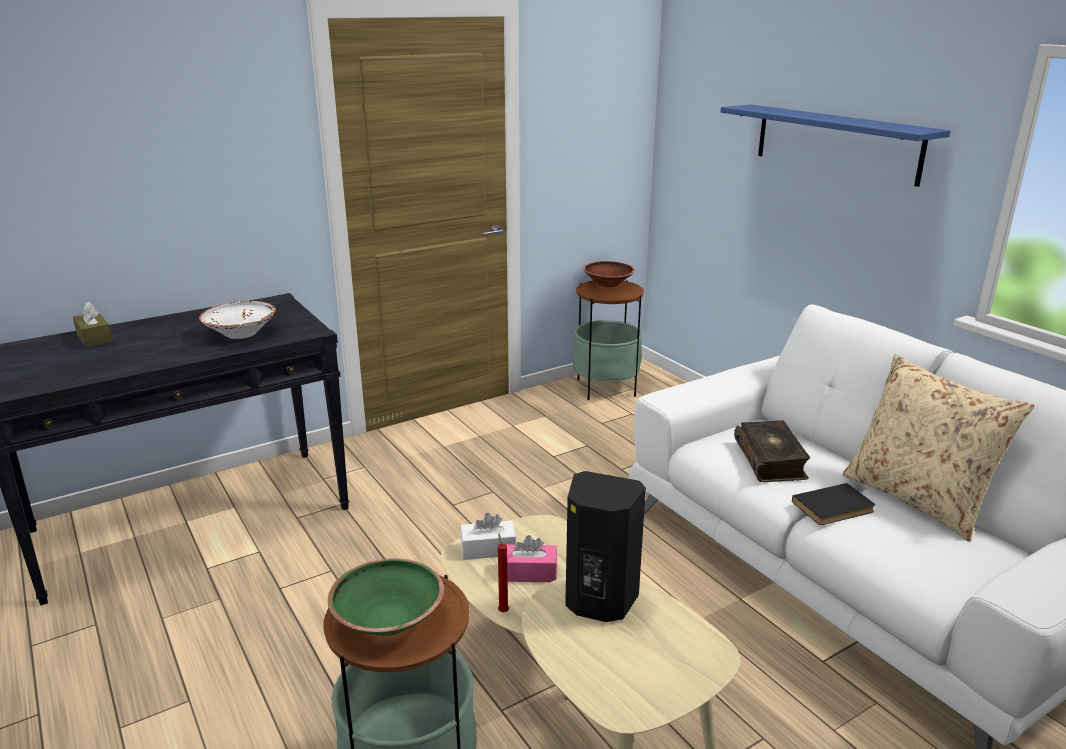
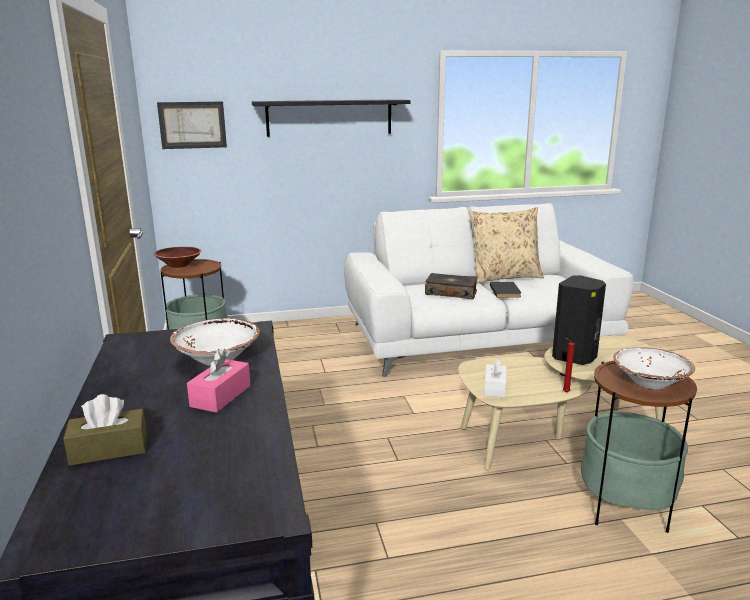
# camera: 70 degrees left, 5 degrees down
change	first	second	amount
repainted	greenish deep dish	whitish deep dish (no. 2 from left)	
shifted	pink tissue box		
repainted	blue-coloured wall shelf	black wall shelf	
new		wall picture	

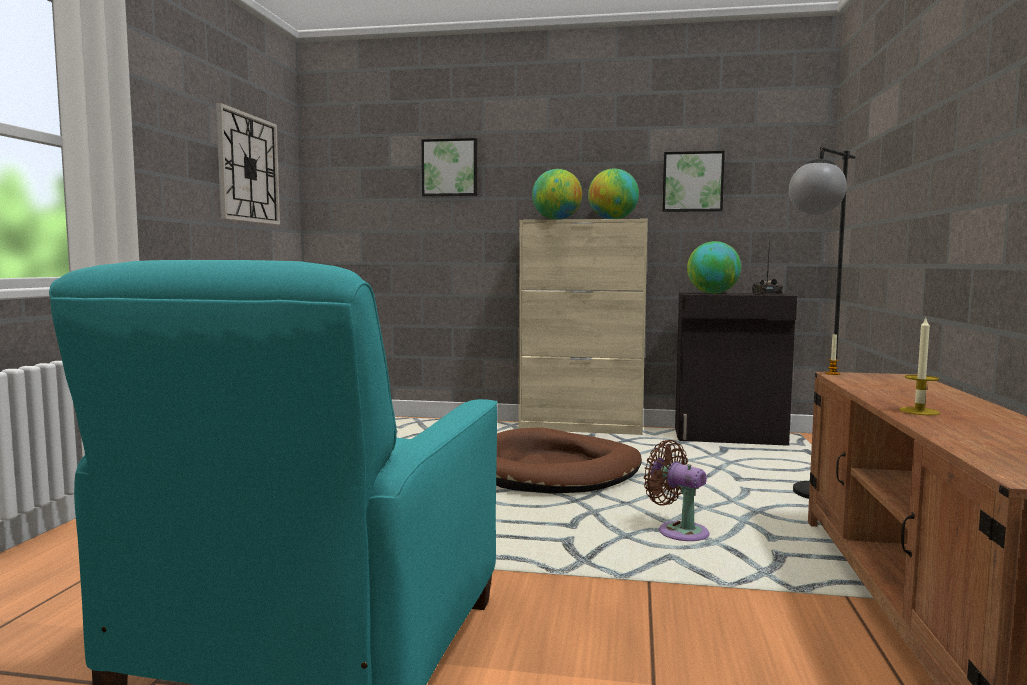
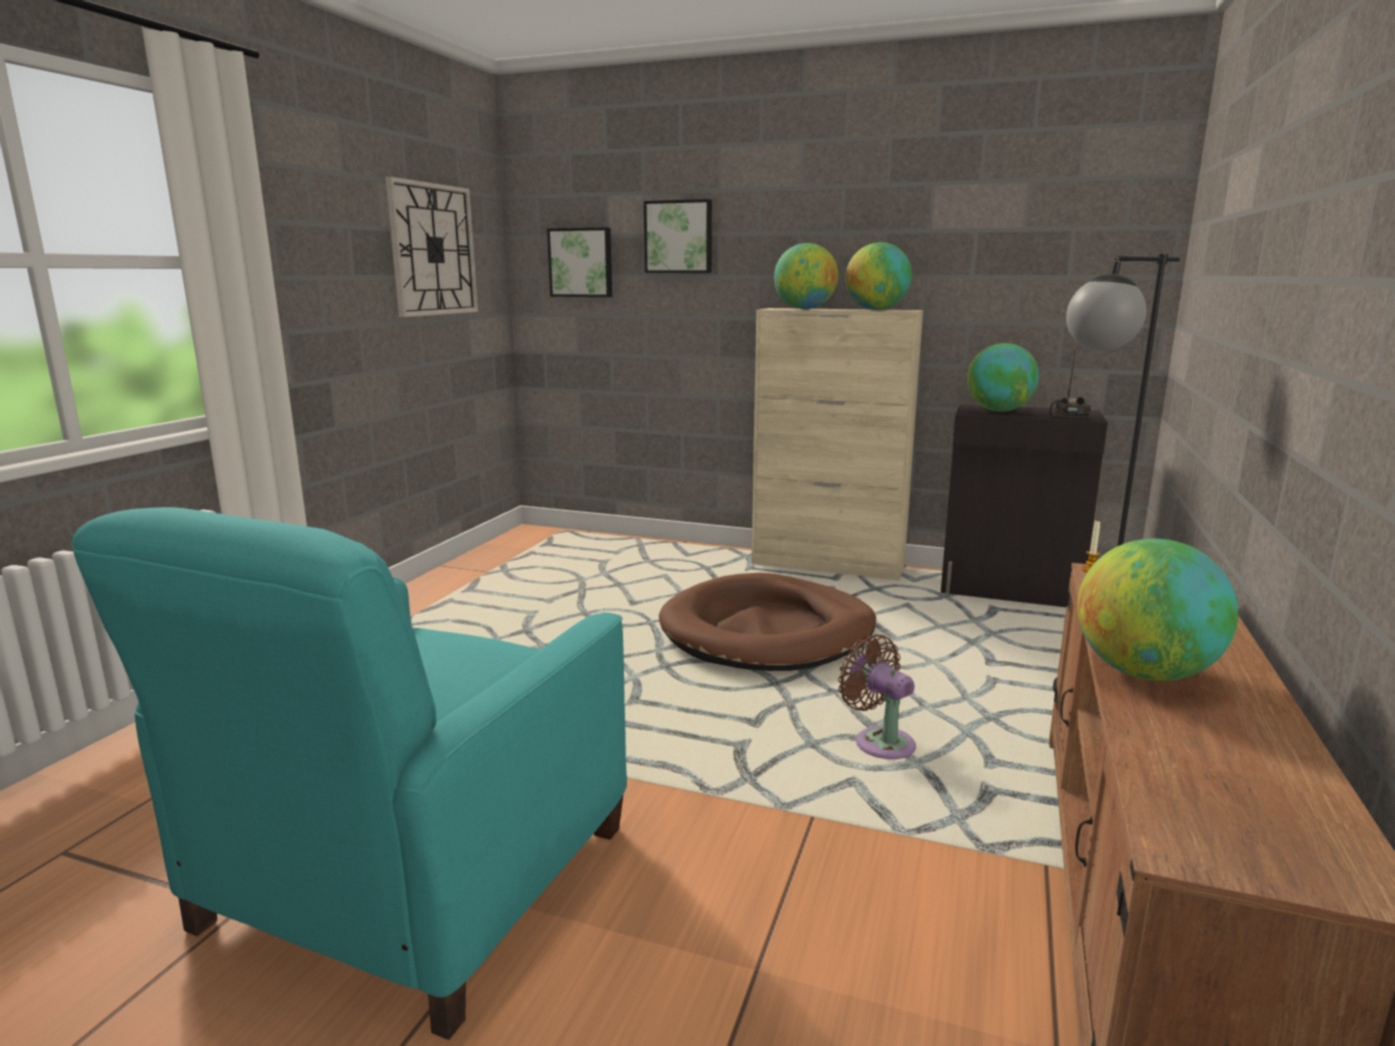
# camera: 10 degrees right, 10 degrees up
change	first	second	amount
shifted	wall picture (no. 2 from left in the first image)	wall picture (no. 1 from left)	
swapped	wax candle (no. 2 from left)	desk globe (no. 4 from left)	

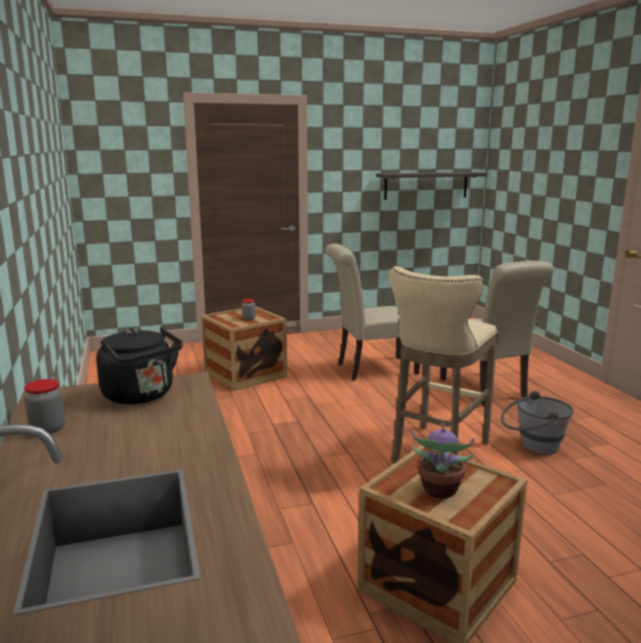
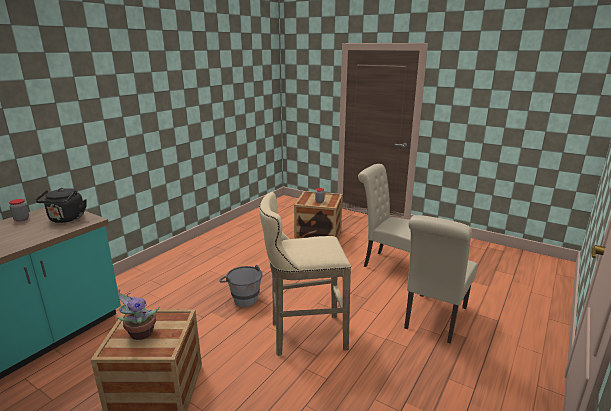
# camera: 50 degrees right, 5 degrees up
change	first	second	amount
gone	wall shelf		
shifted	greyish water bucket		

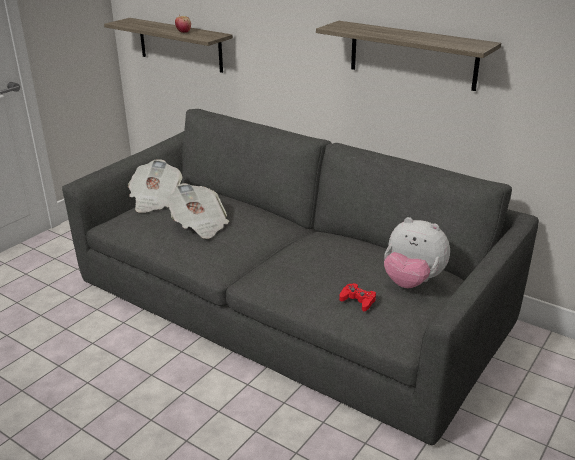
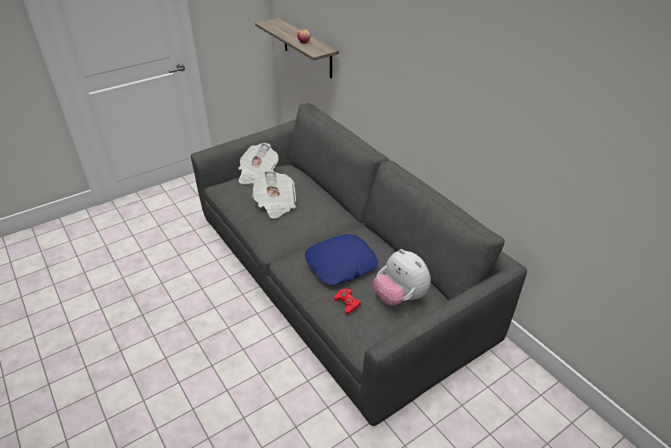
# camera: 20 degrees right, 10 degrees up
change	first	second	amount
gone	wall shelf (no. 2 from left)		
new		blue-coloured pillow	

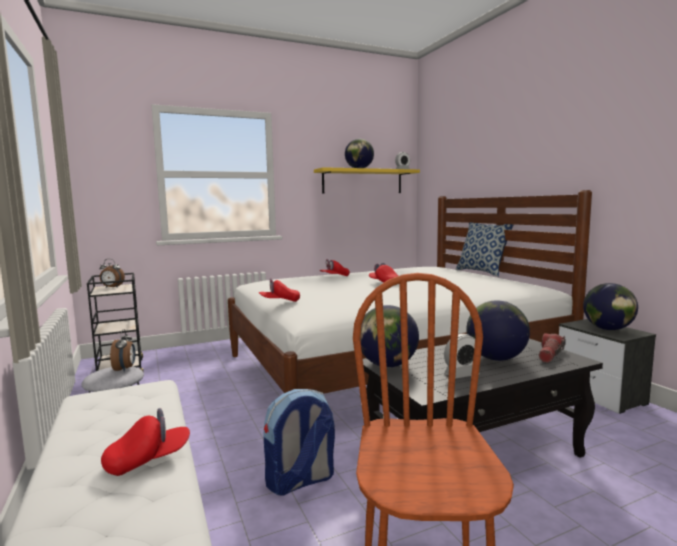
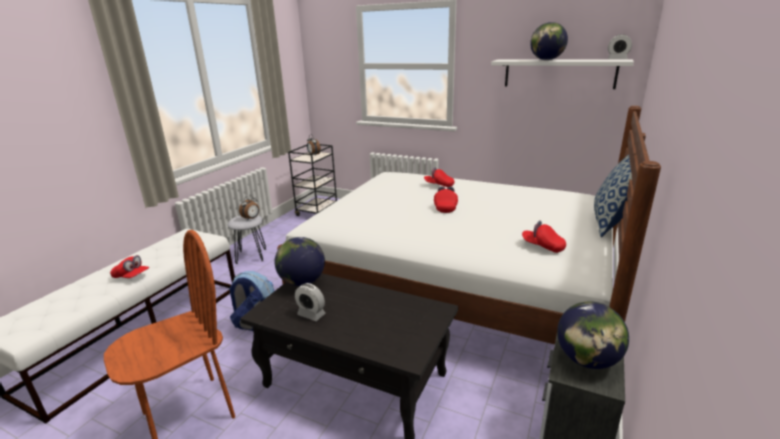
# camera: 50 degrees right, 15 degrees up
change	first	second	amount
shifted	reddish baseball cap (no. 2 from left in the first image)	reddish baseball cap (no. 4 from left)	
repainted	yellowish wall shelf	whitish wall shelf	
gone	desk globe (no. 3 from left)		
gone	hand torch		

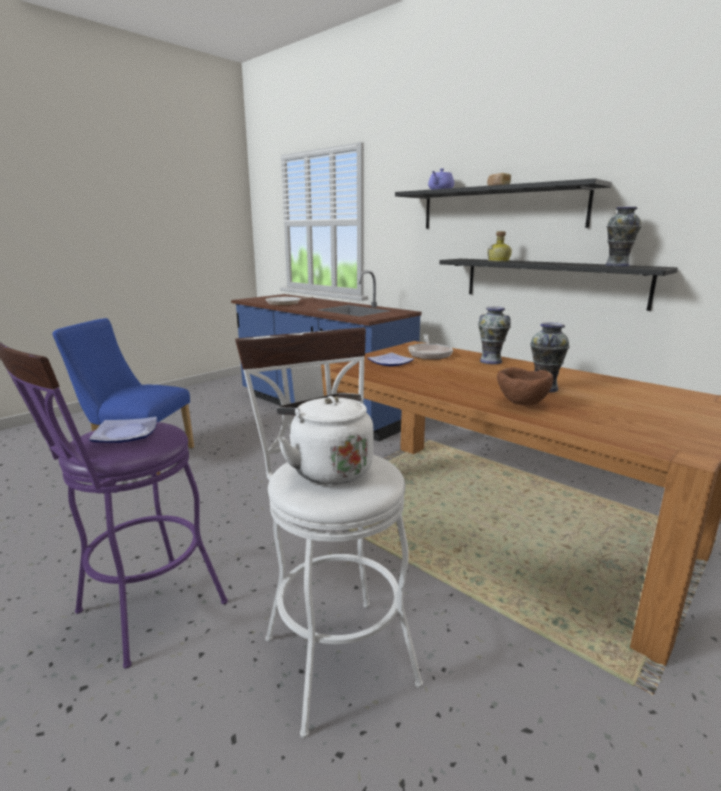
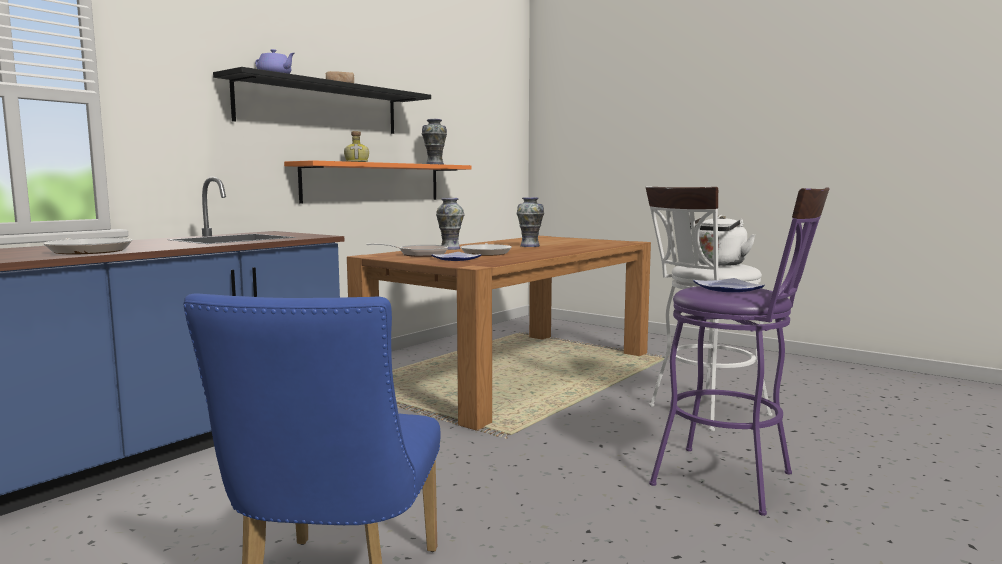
# camera: 95 degrees left, 10 degrees down
change	first	second	amount
repainted	black wall shelf (no. 2 from left)	orange-coloured wall shelf	
gone	brown-coloured deep dish		
new		frying pan (no. 3 from left)	

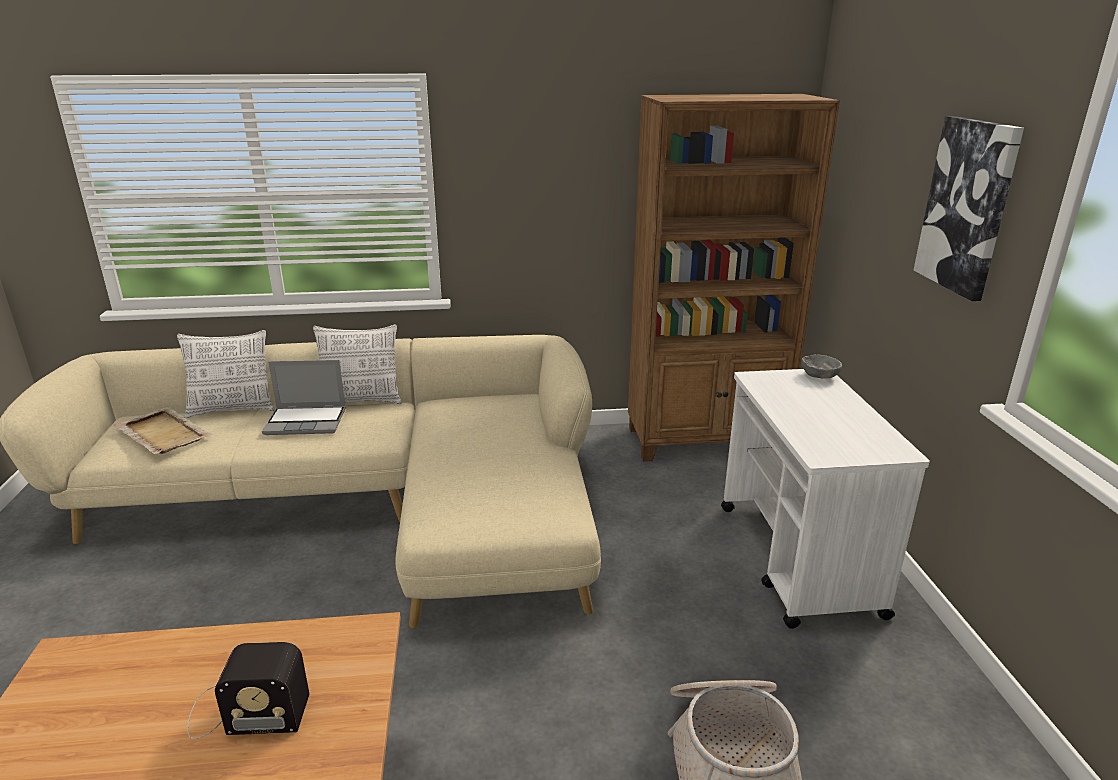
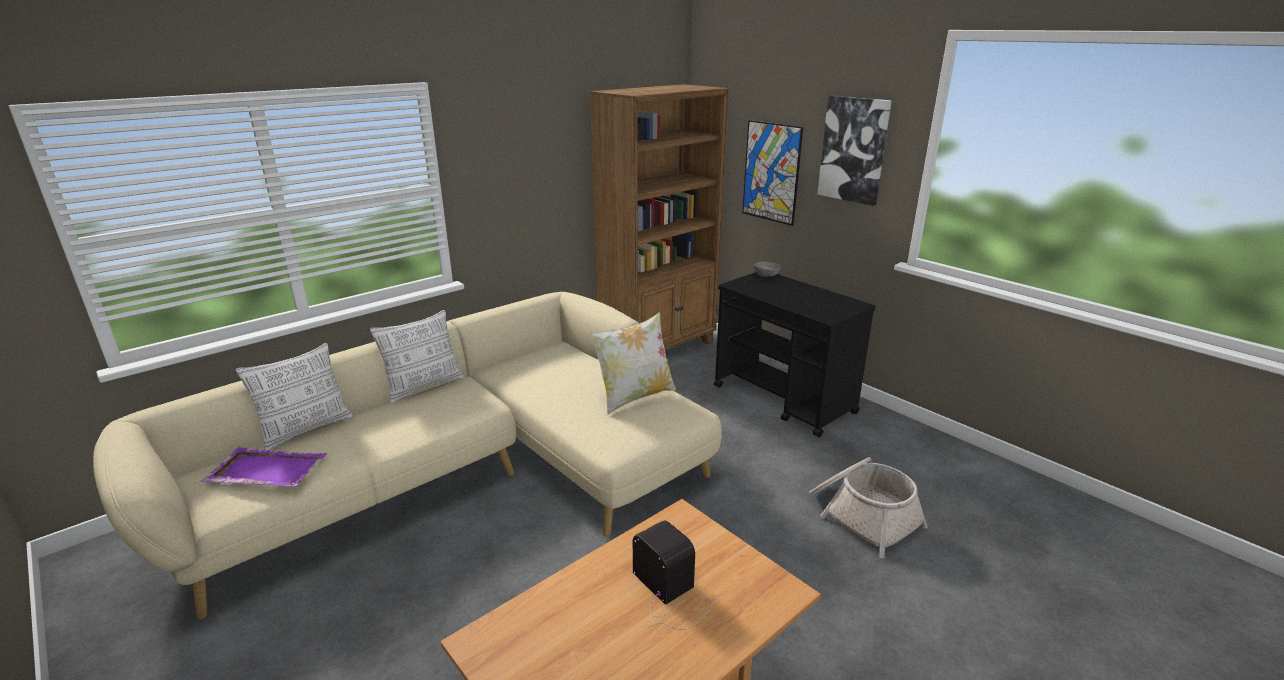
# camera: 35 degrees left, 0 degrees up
change	first	second	amount
repainted	beige-coloured carrying tray	purplish carrying tray	
rotated	radio receiver		90 degrees counterclockwise
gone	laptop		
repainted	whitish cart	black cart	
new		pillow (no. 3 from left)	
new		wall picture (no. 1 from left)	

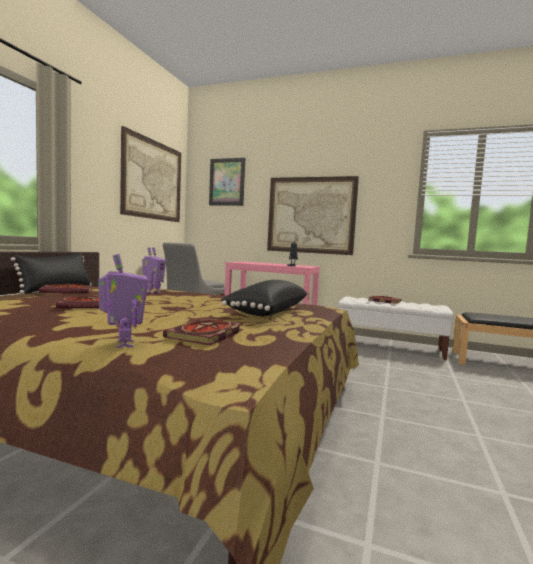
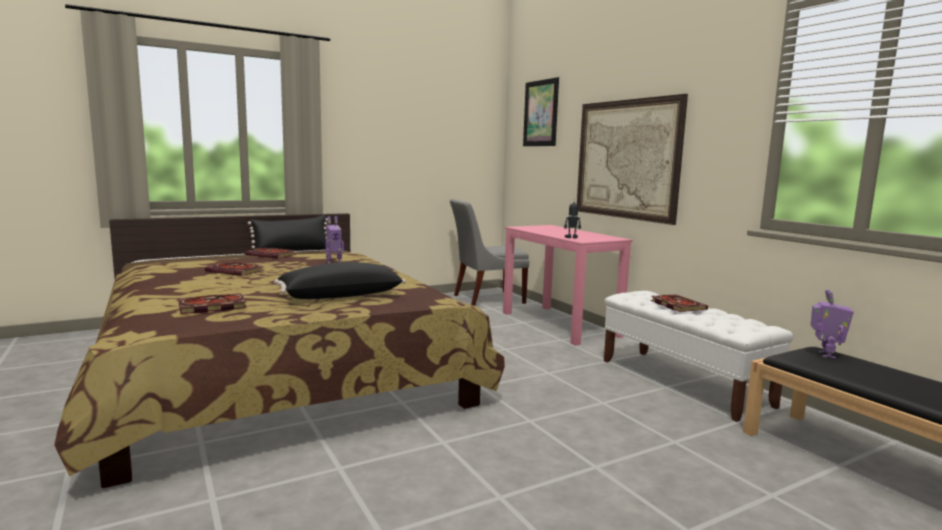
# camera: 40 degrees right, 5 degrees up
change	first	second	amount
shifted	robot figure (no. 1 from left in the first image)	robot figure (no. 3 from left)	
gone	wall picture (no. 1 from left)		

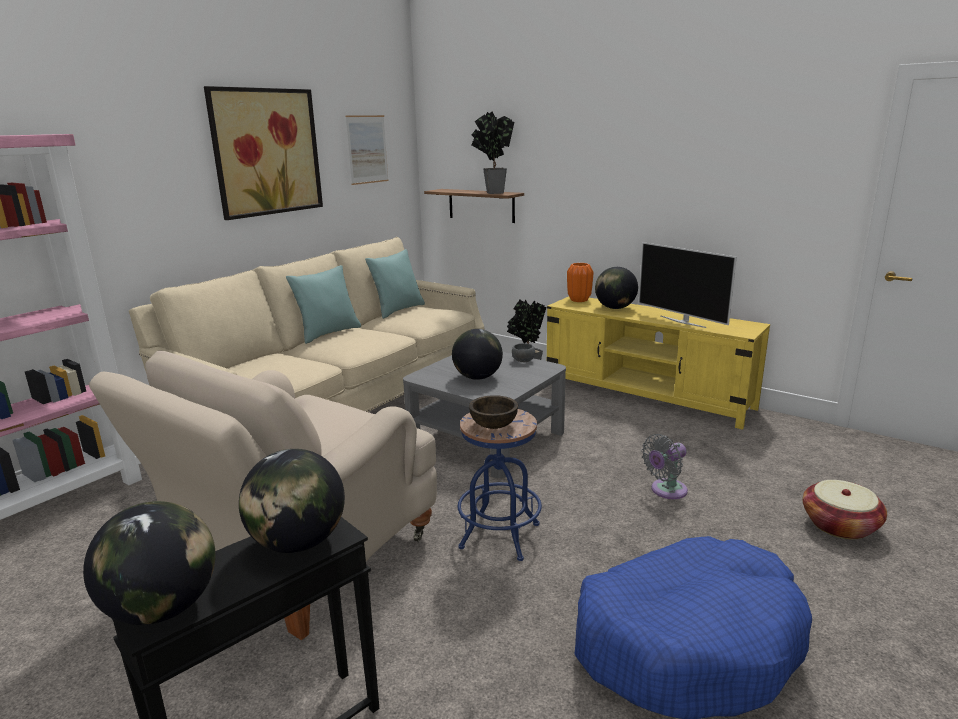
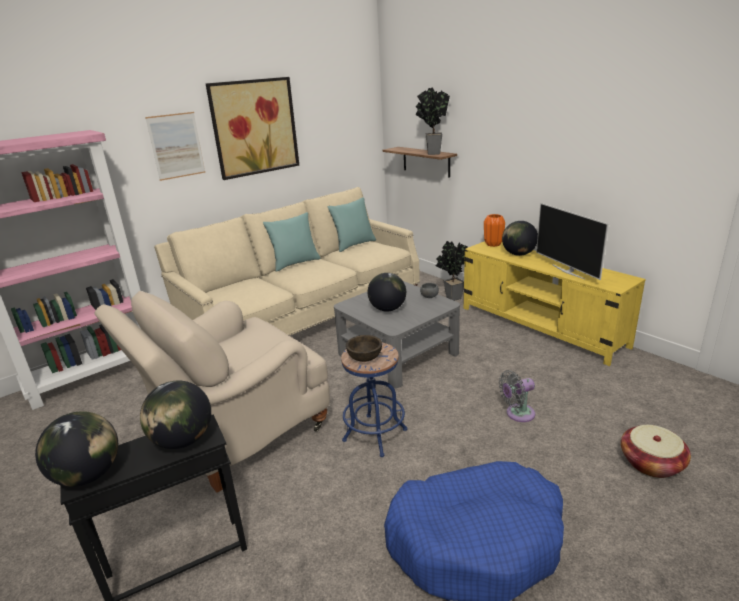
# camera: 15 degrees right, 5 degrees up
change	first	second	amount
shifted	wall picture (no. 2 from left in the first image)	wall picture (no. 1 from left)	

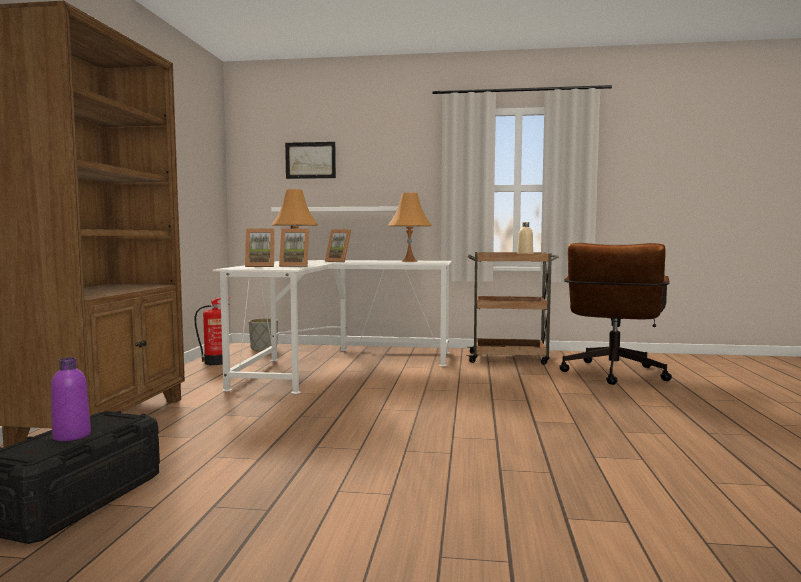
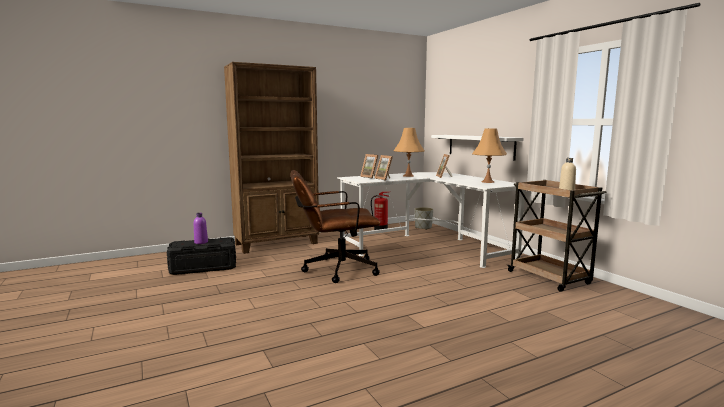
# camera: 55 degrees right, 5 degrees up
change	first	second	amount
gone	wall picture		
shifted	brown-coloured office chair		

